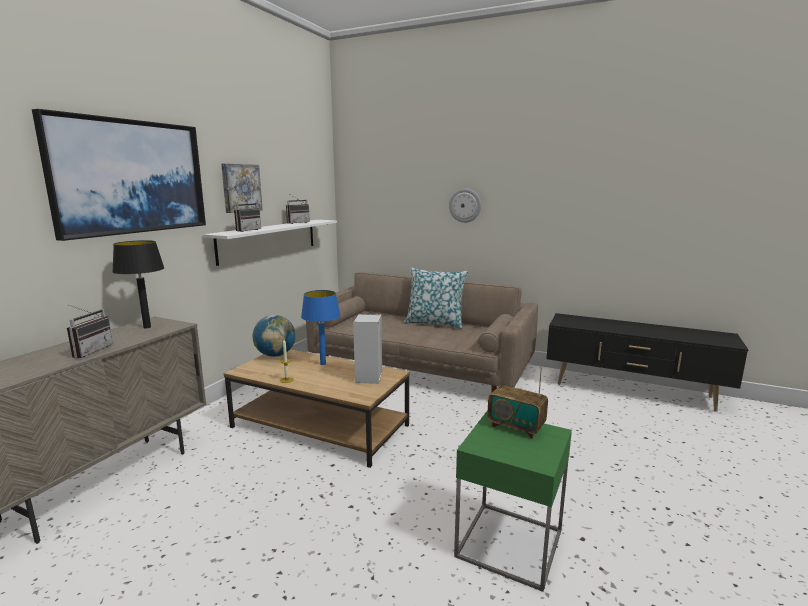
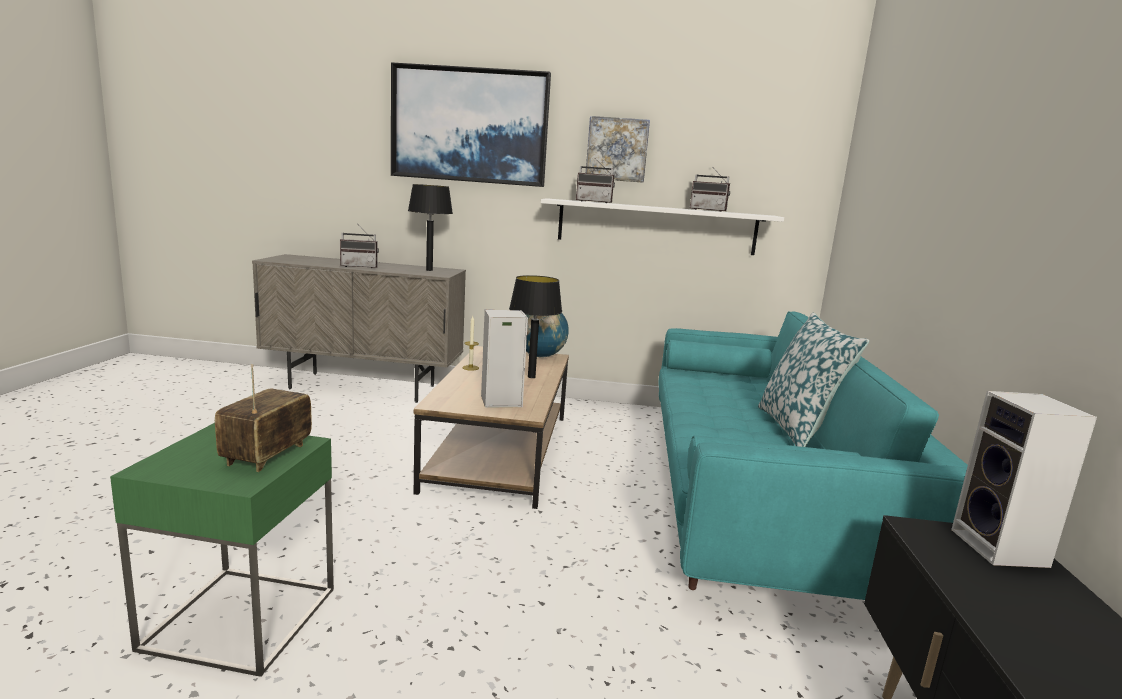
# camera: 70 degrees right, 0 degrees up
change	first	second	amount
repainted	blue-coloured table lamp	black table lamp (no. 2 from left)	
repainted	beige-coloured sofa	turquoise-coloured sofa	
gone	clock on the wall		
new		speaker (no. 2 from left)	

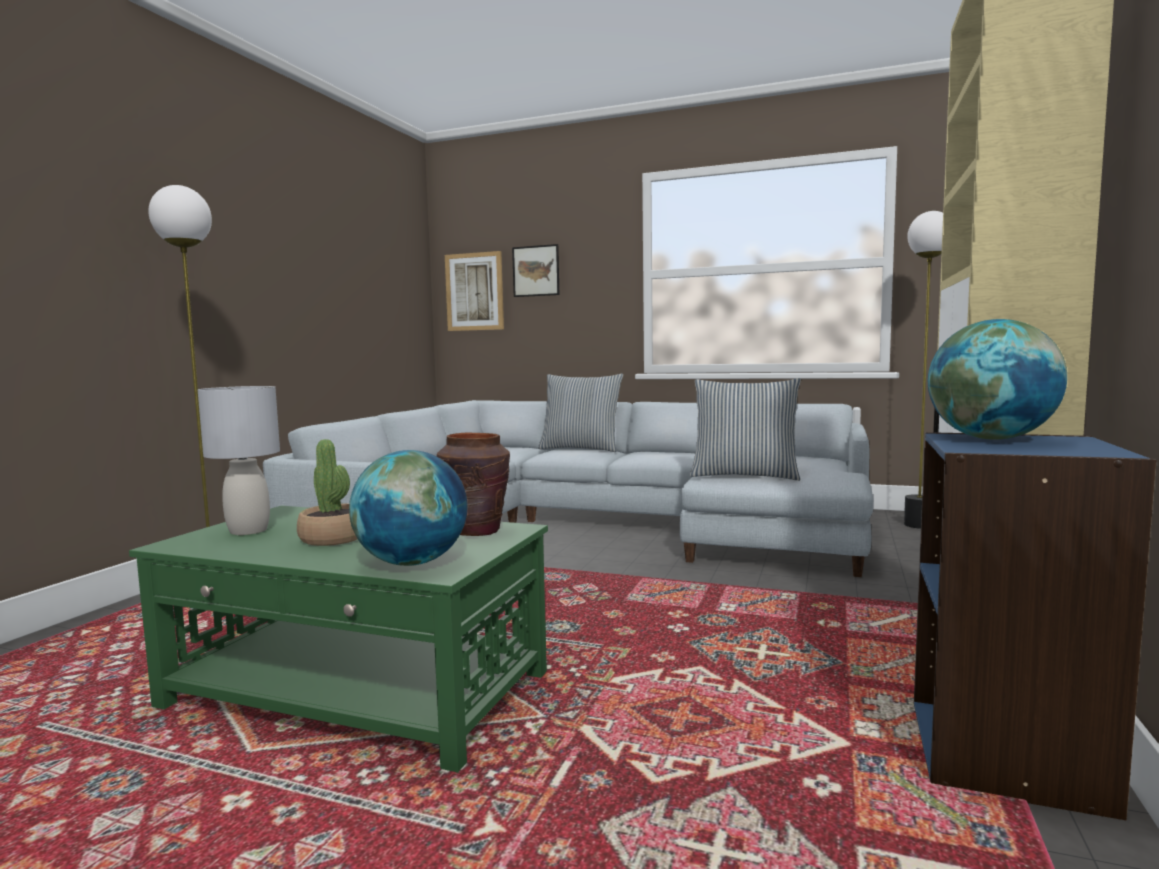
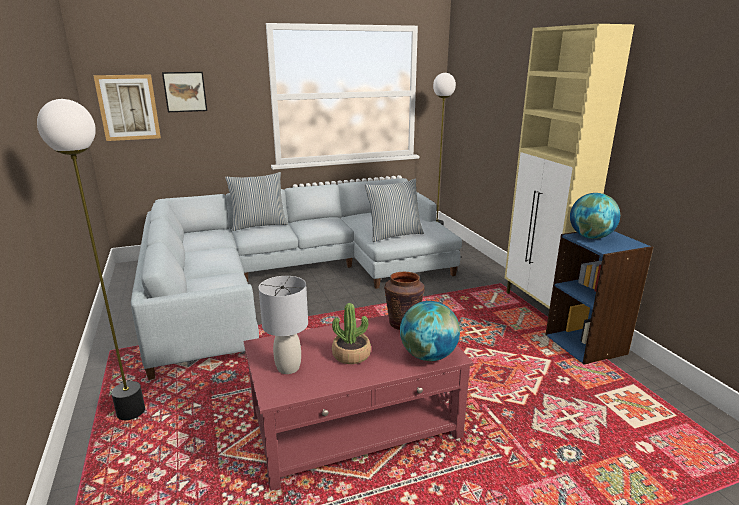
# camera: 40 degrees left, 15 degrees up
change	first	second	amount
repainted	greenish coffee table	reddish coffee table	

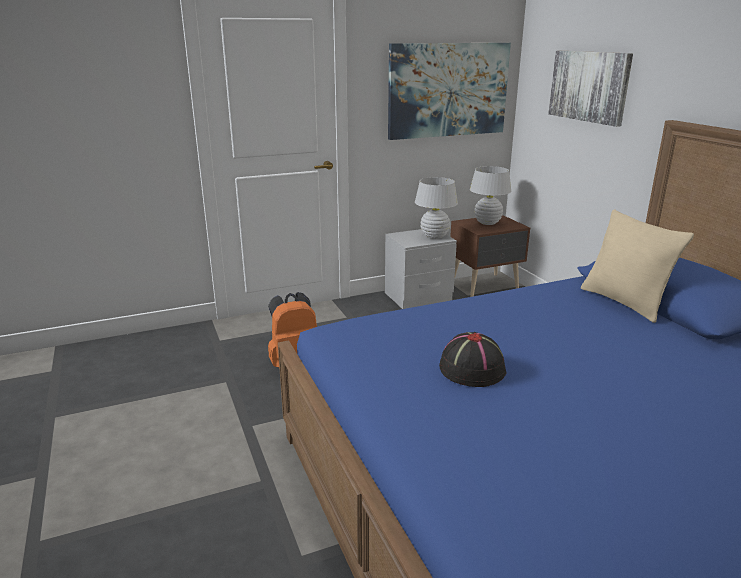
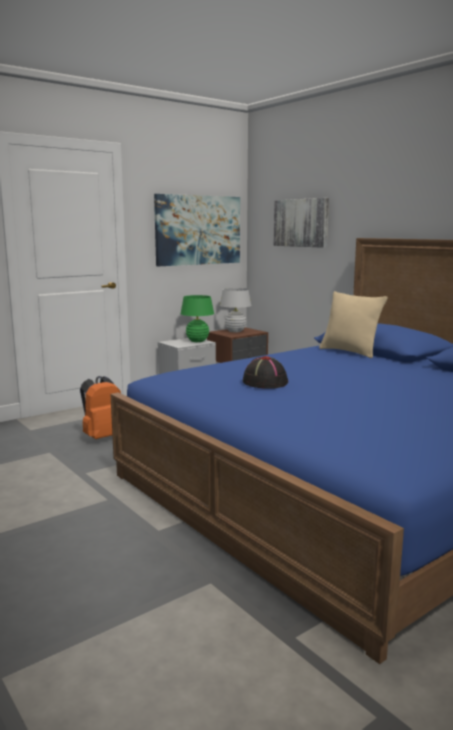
# camera: 15 degrees left, 10 degrees down
change	first	second	amount
repainted	whitish table lamp (no. 1 from left)	greenish table lamp	

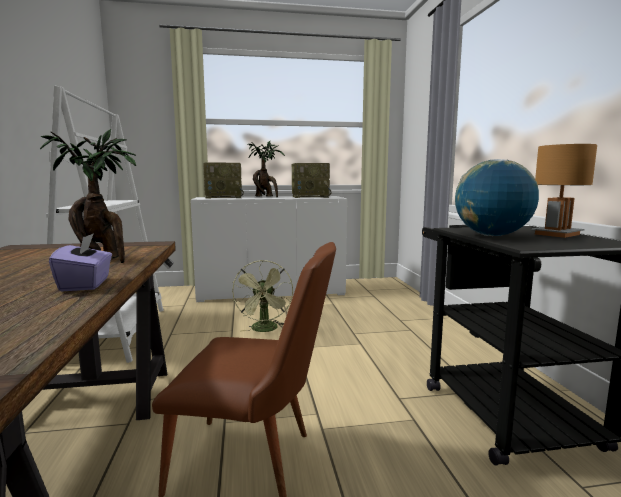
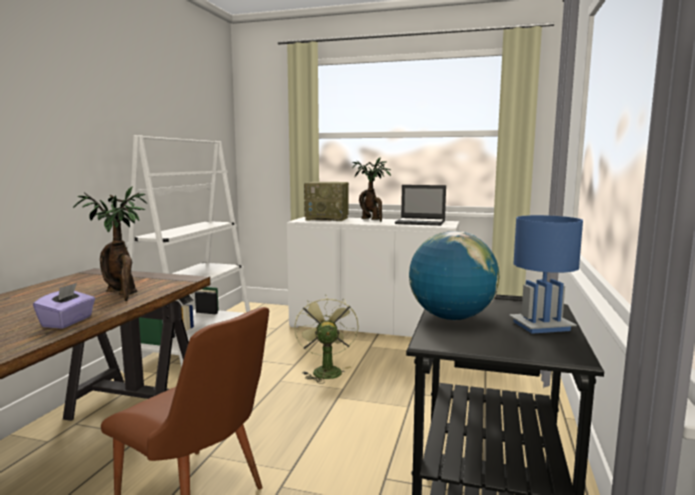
# camera: 25 degrees right, 0 degrees up
change	first	second	amount
rotated	greenish electric fan		150 degrees clockwise
swapped	radio receiver (no. 2 from left)	laptop	
repainted	brown-coloured table lamp	blue-coloured table lamp	

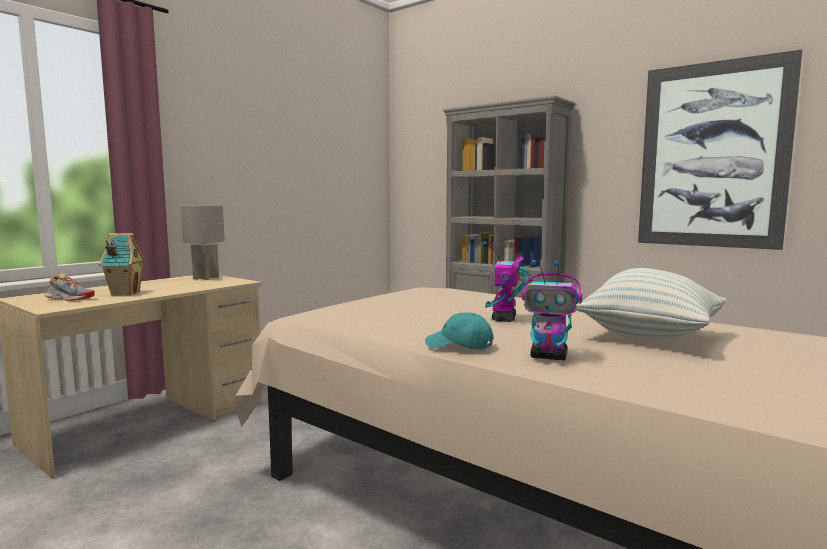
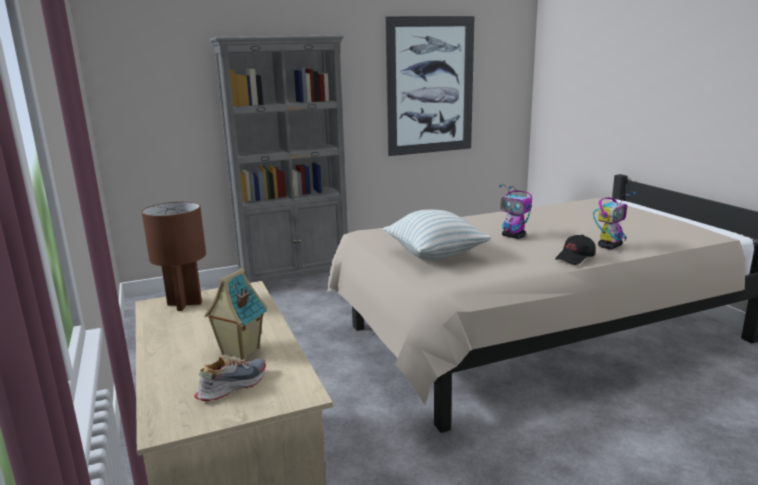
# camera: 60 degrees left, 10 degrees up
change	first	second	amount
repainted	greyish table lamp	brown-coloured table lamp	
repainted	turquoise-coloured baseball cap	black baseball cap	
shifted	pillow		

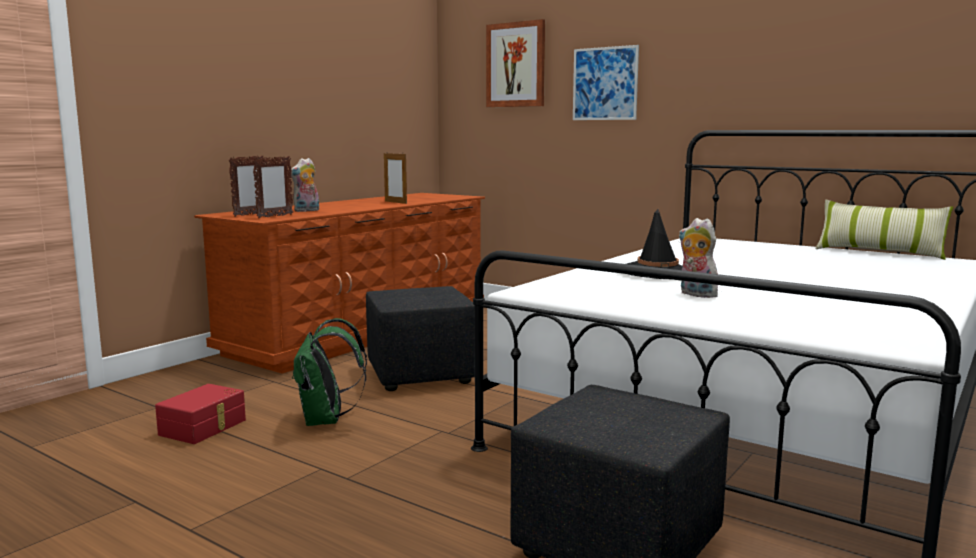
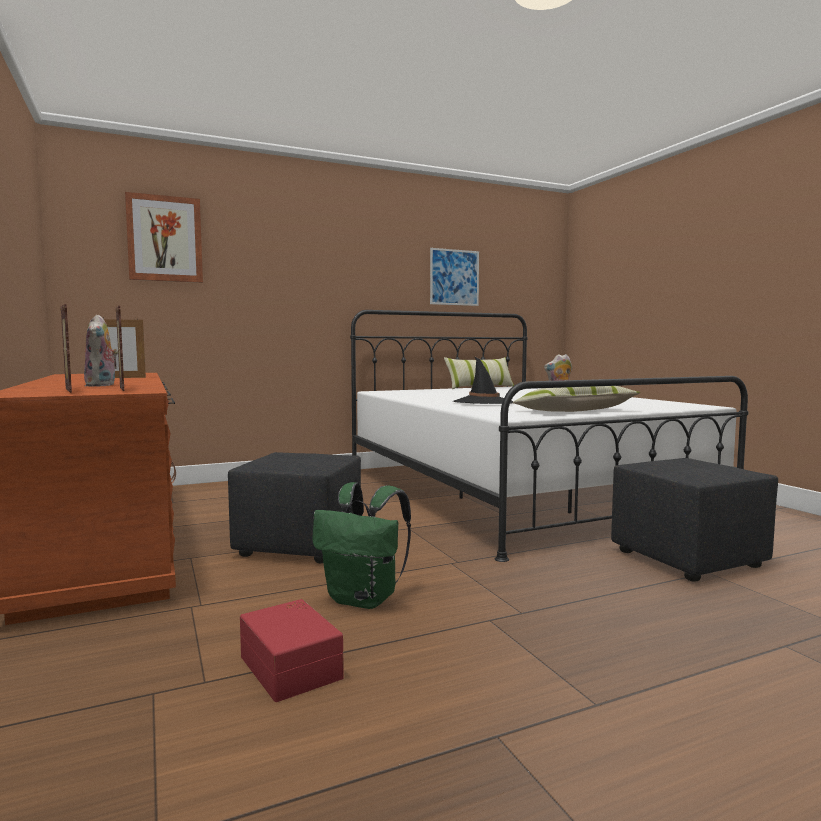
# camera: 60 degrees left, 5 degrees down
change	first	second	amount
shifted	wall picture (no. 2 from left)		
new		pillow (no. 2 from left)	

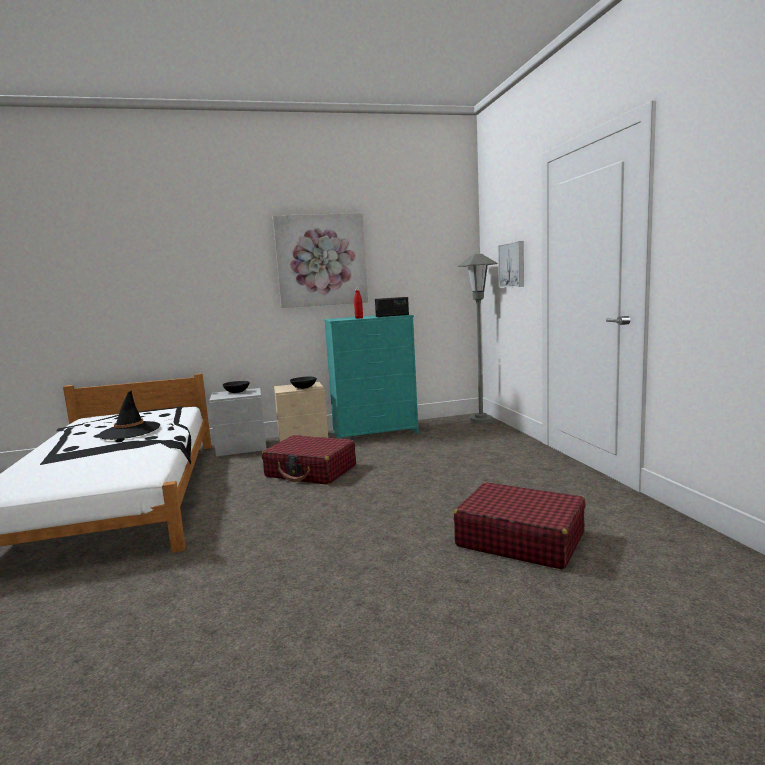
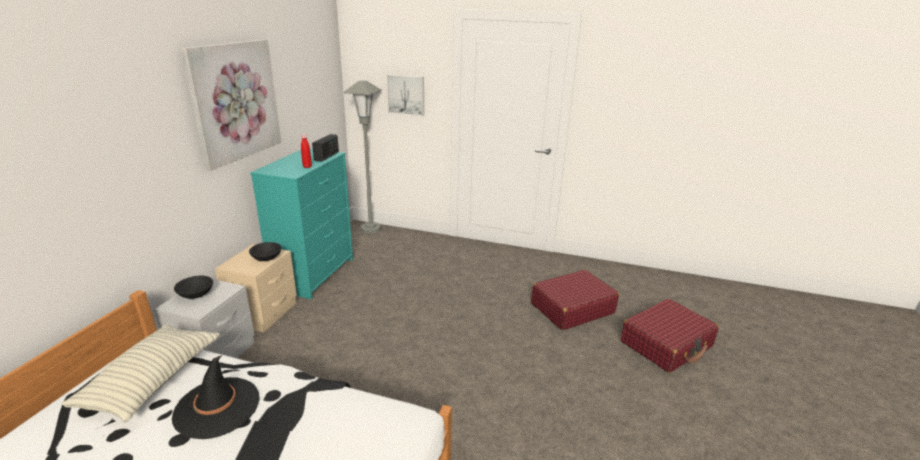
# camera: 60 degrees left, 15 degrees up
change	first	second	amount
shifted	reddish travel case (no. 1 from left in the first image)	reddish travel case (no. 2 from left)	
new		pillow	

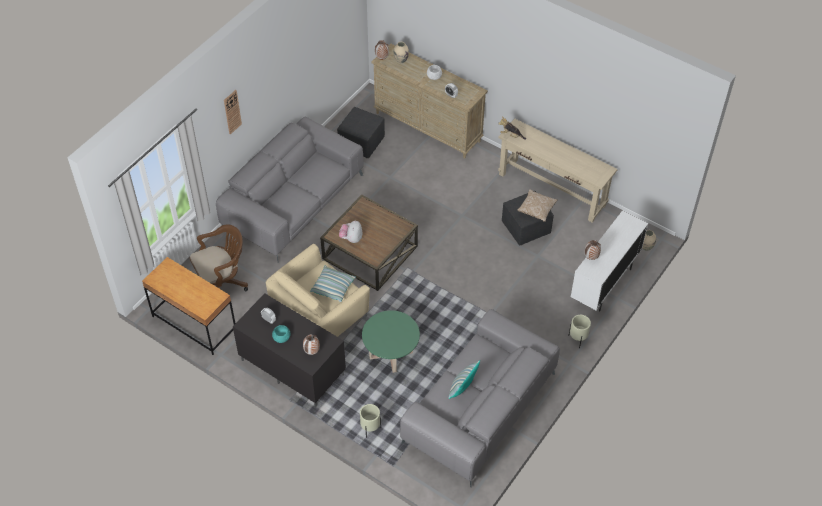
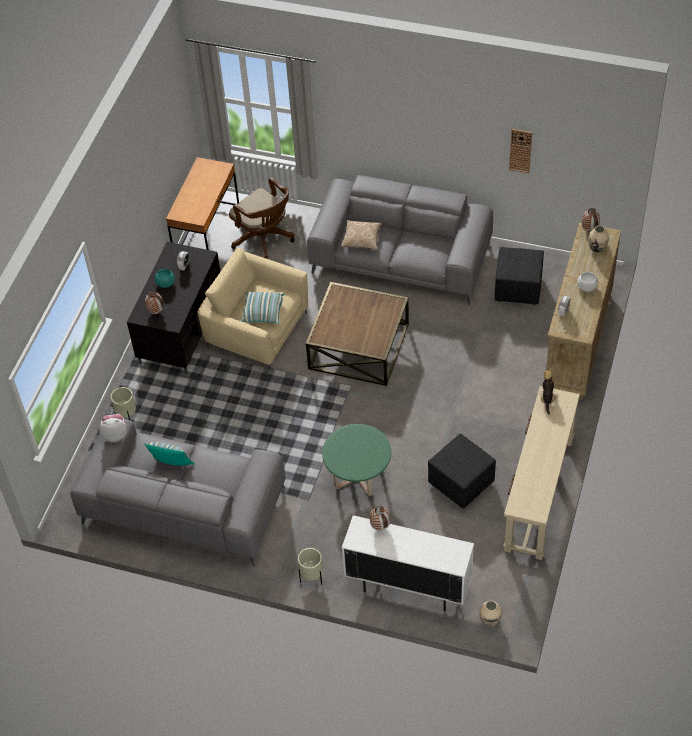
# camera: 75 degrees right, 0 degrees up
change	first	second	amount
shifted	clock on the wall		
shifted	plush toy (no. 1 from left)		
shifted	greenish coffee table		
shifted	pillow (no. 3 from left)		

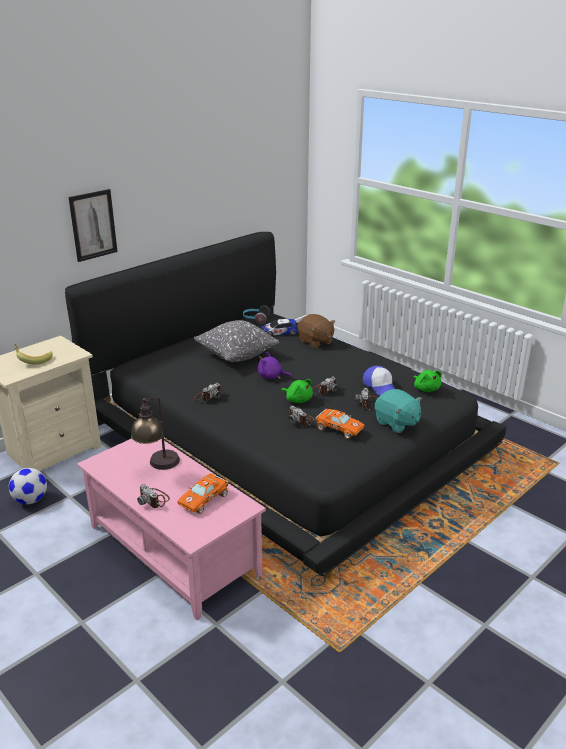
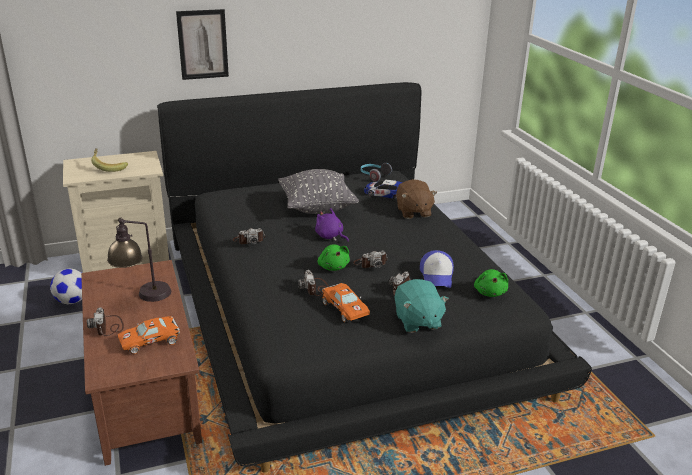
# camera: 25 degrees right, 0 degrees up
change	first	second	amount
repainted	pink coffee table	brown-coloured coffee table	

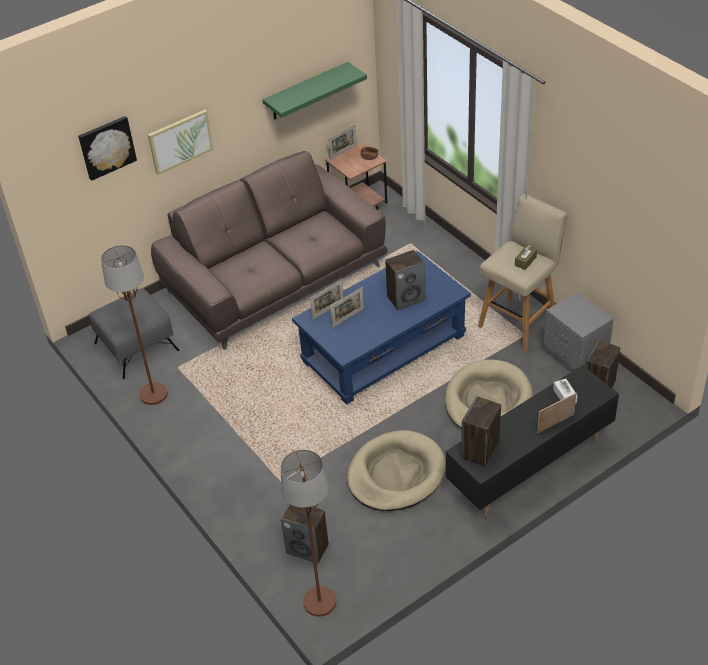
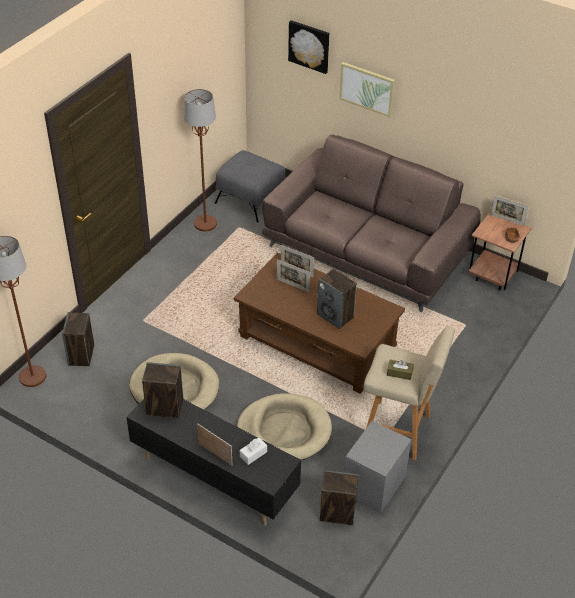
# camera: 65 degrees right, 0 degrees up
change	first	second	amount
gone	greenish wall shelf		
repainted	blue-coloured coffee table	brown-coloured coffee table	

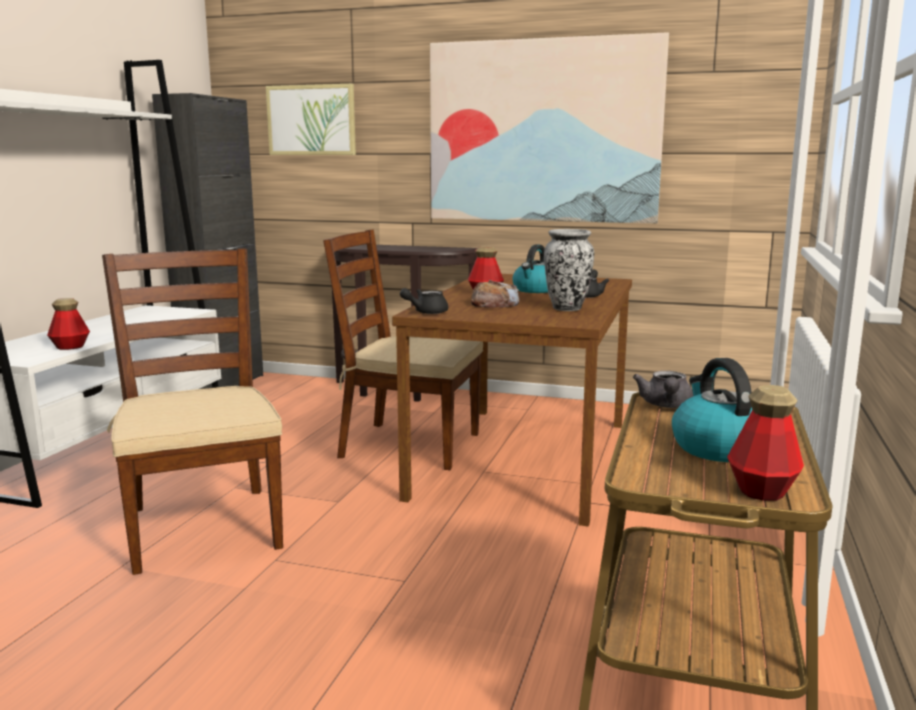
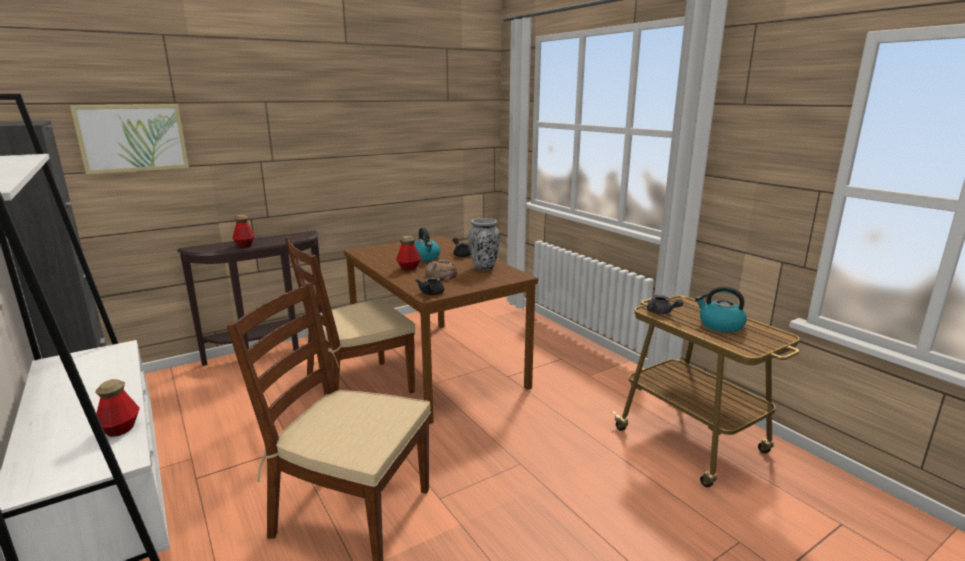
# camera: 50 degrees left, 5 degrees up
change	first	second	amount
gone	wall picture (no. 2 from left)		
shifted	drink bottle (no. 3 from left in the first image)	drink bottle (no. 2 from left)	

